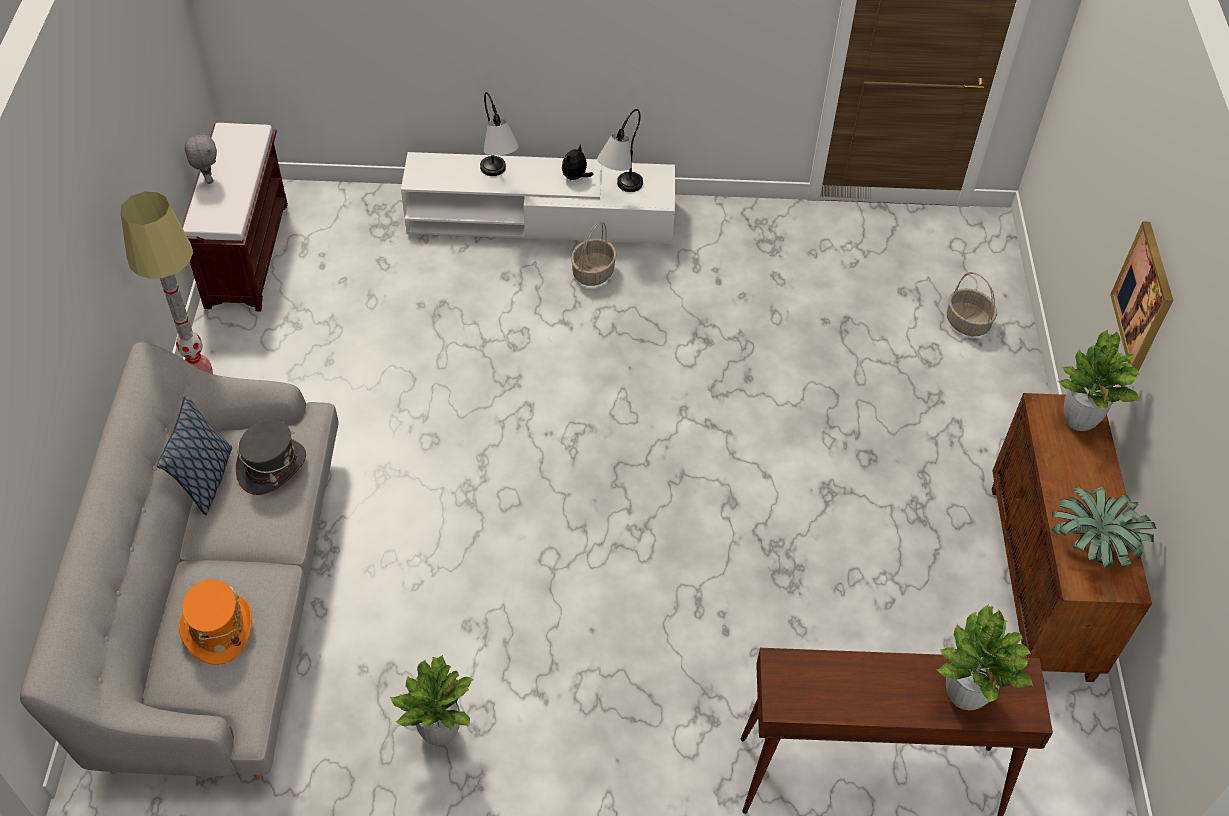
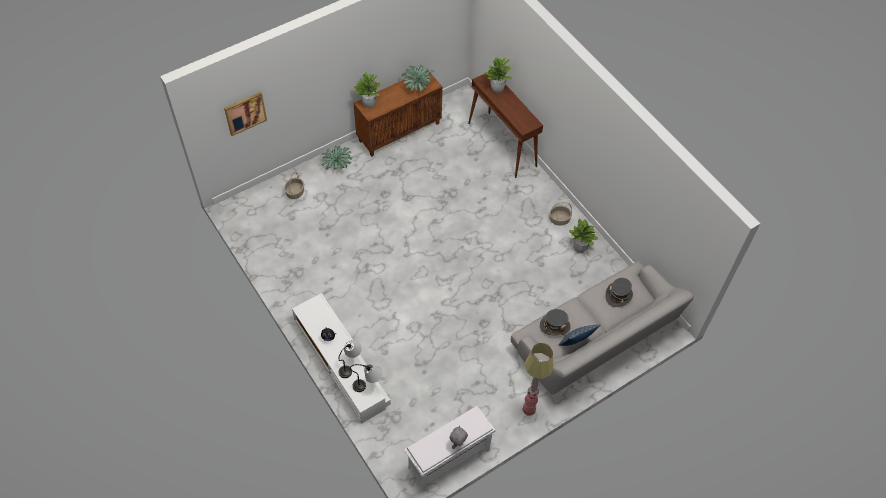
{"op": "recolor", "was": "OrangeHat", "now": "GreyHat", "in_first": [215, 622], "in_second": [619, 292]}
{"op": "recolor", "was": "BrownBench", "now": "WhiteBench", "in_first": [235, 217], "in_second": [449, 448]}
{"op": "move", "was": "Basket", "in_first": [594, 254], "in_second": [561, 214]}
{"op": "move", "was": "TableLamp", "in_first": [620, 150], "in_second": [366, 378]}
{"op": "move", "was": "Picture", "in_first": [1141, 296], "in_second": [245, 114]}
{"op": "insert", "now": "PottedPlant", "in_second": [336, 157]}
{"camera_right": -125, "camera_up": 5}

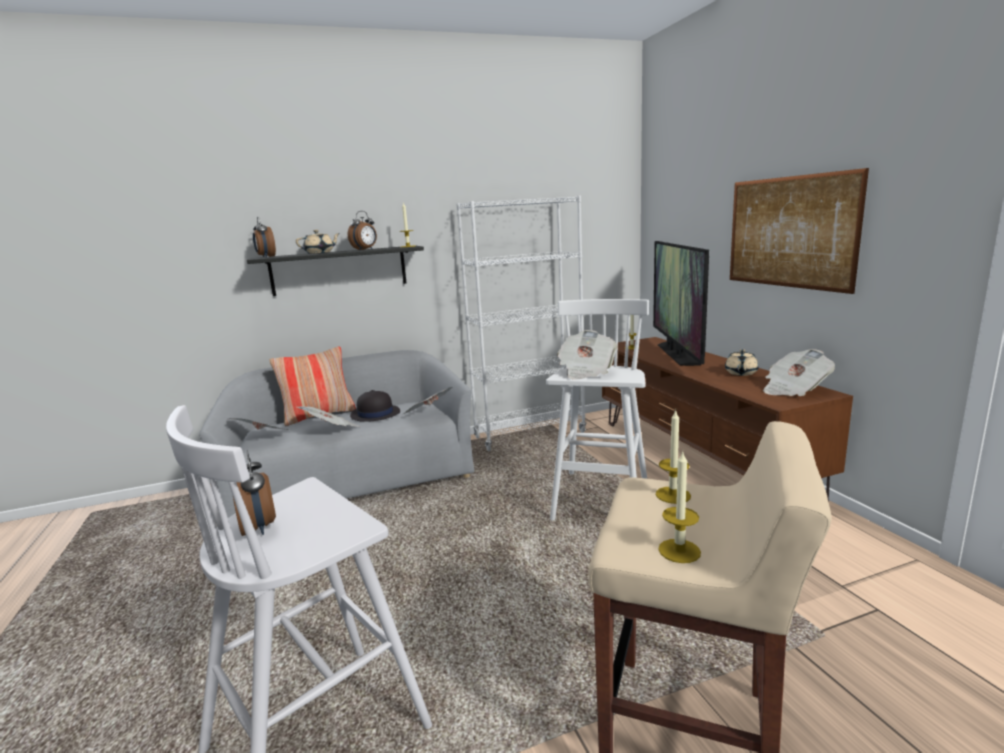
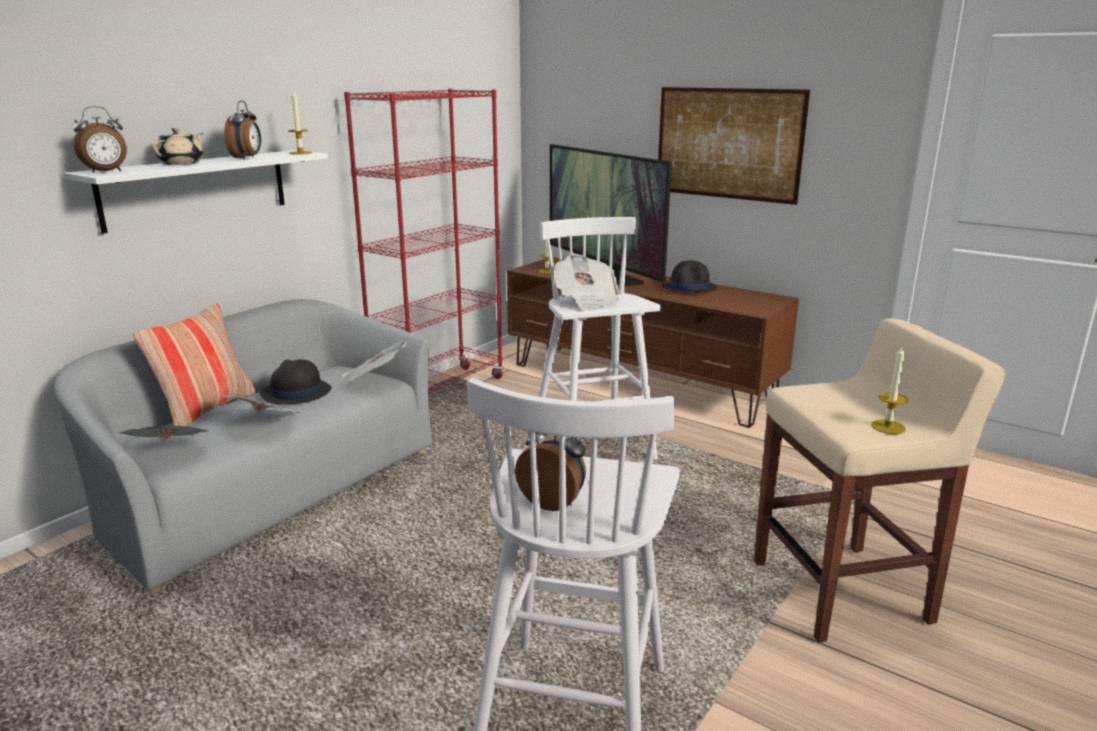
{"op": "recolor", "was": "BlackShelf", "now": "WhiteShelf", "in_first": [335, 271], "in_second": [196, 192]}
{"op": "rotate", "was": "AlarmClock", "in_first": [264, 237], "in_second": [100, 139], "clockwise": -60}
{"op": "recolor", "was": "WhiteBookcase", "now": "RedBookcase", "in_first": [521, 323], "in_second": [424, 241]}
{"op": "delete", "was": "Candle", "in_first": [673, 456]}
{"op": "replace", "was": "BeigeTeapot", "now": "BlackHat", "in_first": [741, 362], "in_second": [689, 277]}
{"op": "delete", "was": "Newspaper", "in_first": [799, 372]}
{"camera_right": -35, "camera_up": 5}

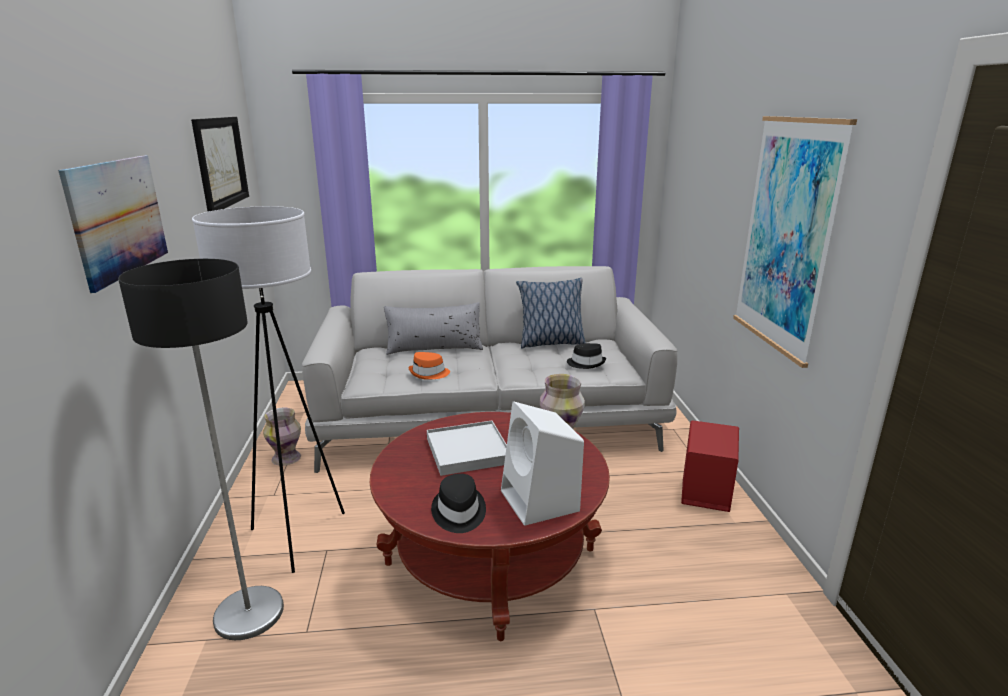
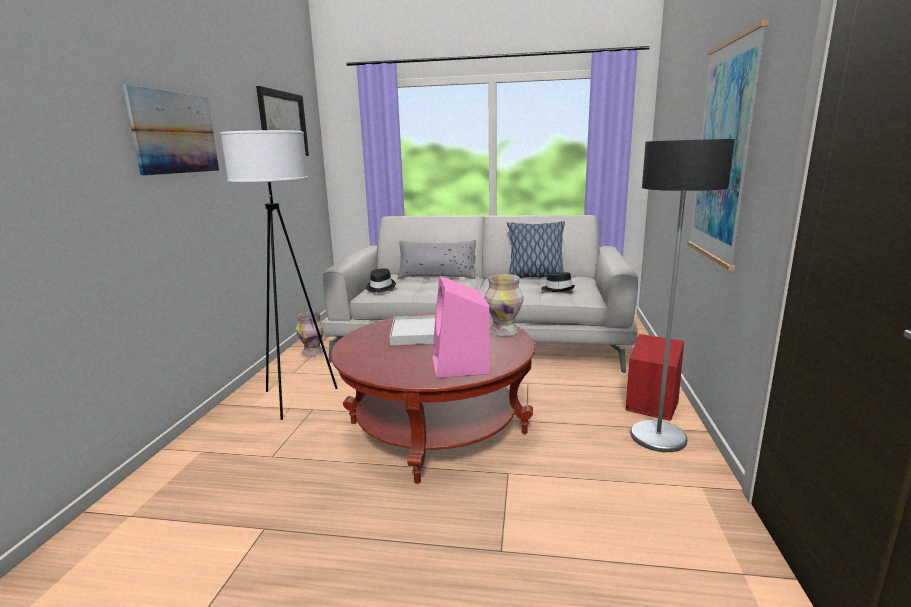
{"op": "move", "was": "FloorLamp", "in_first": [201, 449], "in_second": [682, 295]}
{"op": "delete", "was": "OrangeHat", "in_first": [429, 366]}
{"op": "move", "was": "BlackHat", "in_first": [458, 503], "in_second": [381, 281]}
{"op": "recolor", "was": "WhiteSpeaker", "now": "PinkSpeaker", "in_first": [542, 463], "in_second": [461, 327]}
{"camera_right": 15, "camera_up": -5}

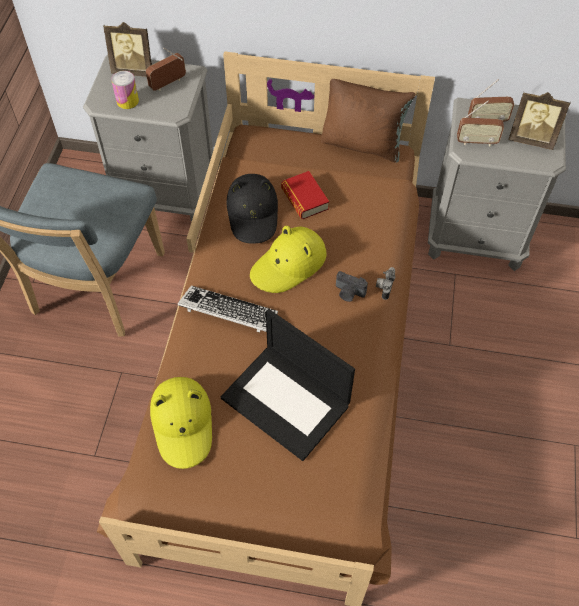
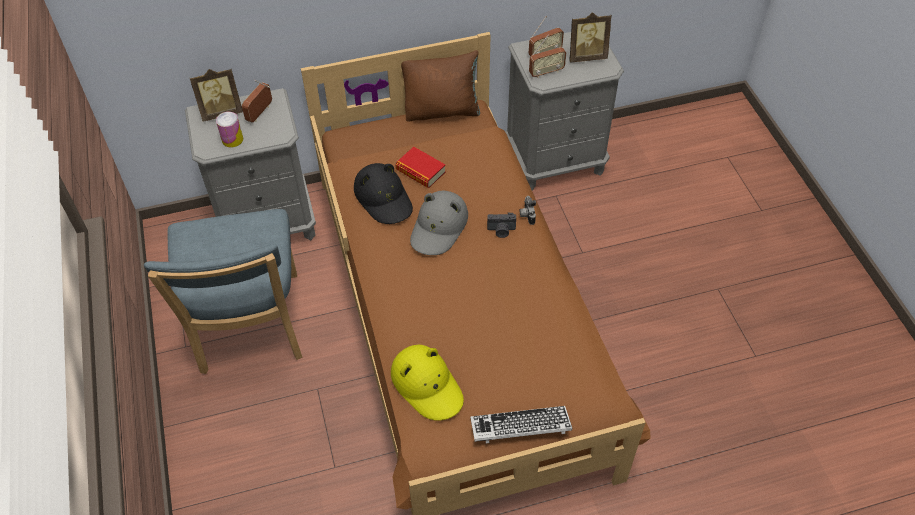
{"op": "move", "was": "Keyboard", "in_first": [228, 309], "in_second": [521, 424]}
{"op": "delete", "was": "Laptop", "in_first": [288, 385]}
{"op": "recolor", "was": "YellowHat", "now": "GreyHat", "in_first": [288, 259], "in_second": [439, 223]}
{"camera_right": -25, "camera_up": -5}

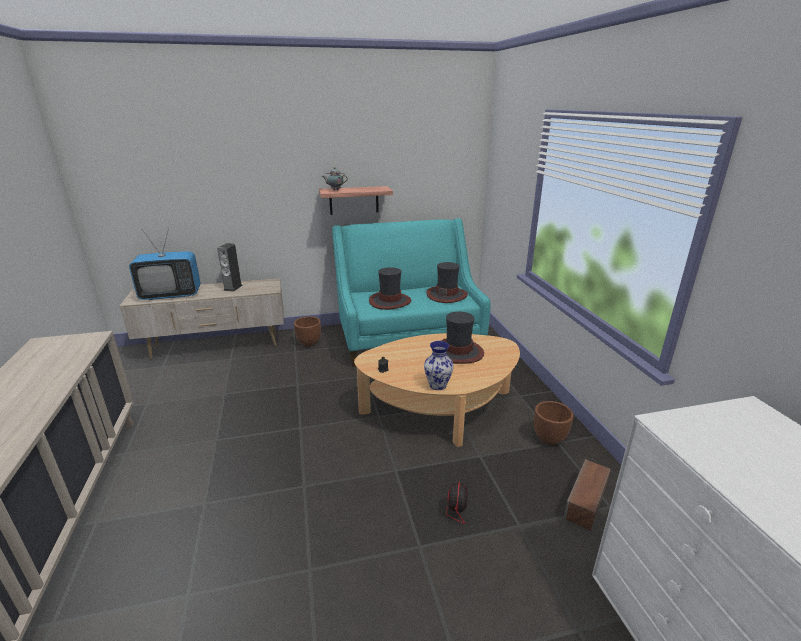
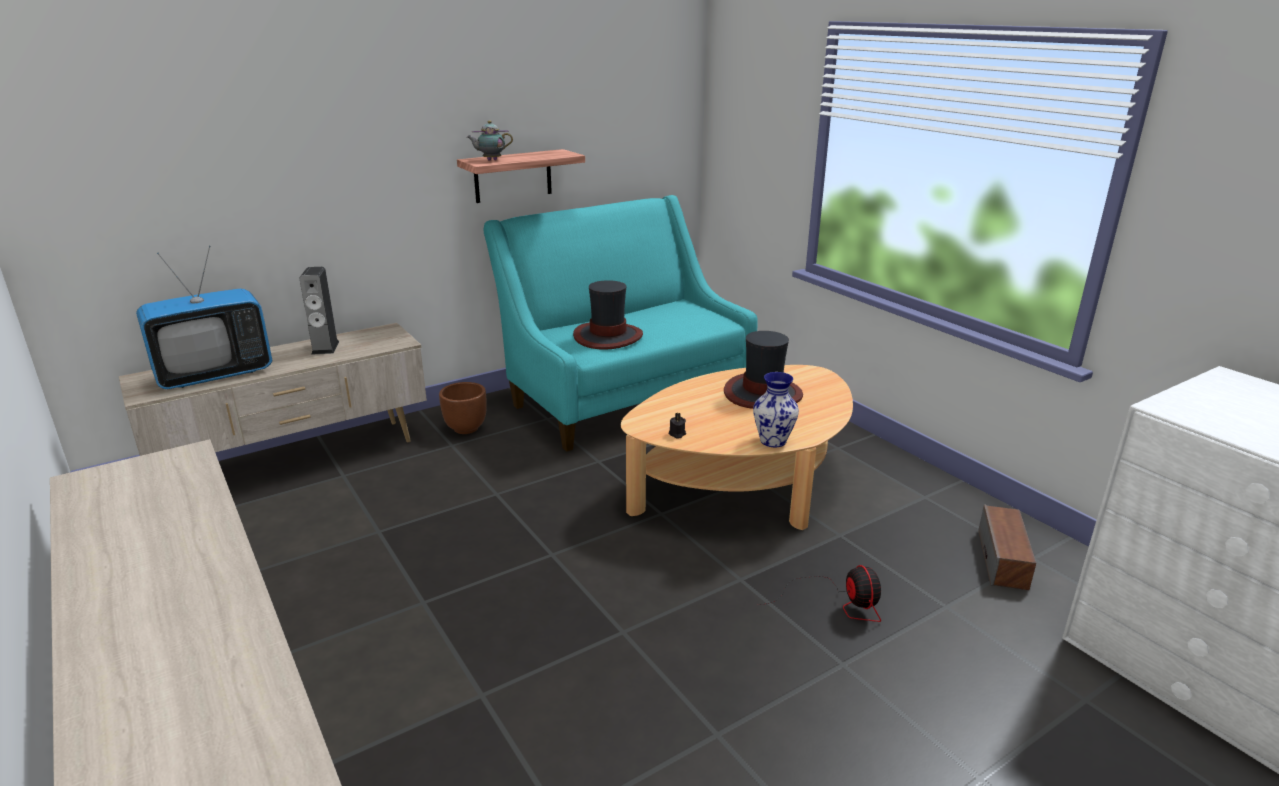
{"op": "delete", "was": "Hat", "in_first": [447, 282]}
{"op": "delete", "was": "BrownPlanter", "in_first": [554, 423]}
{"camera_right": -20, "camera_up": 0}

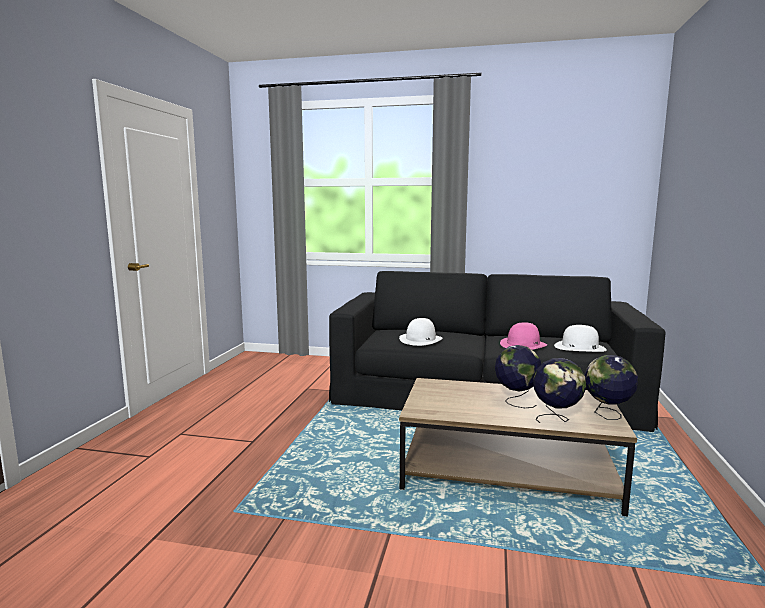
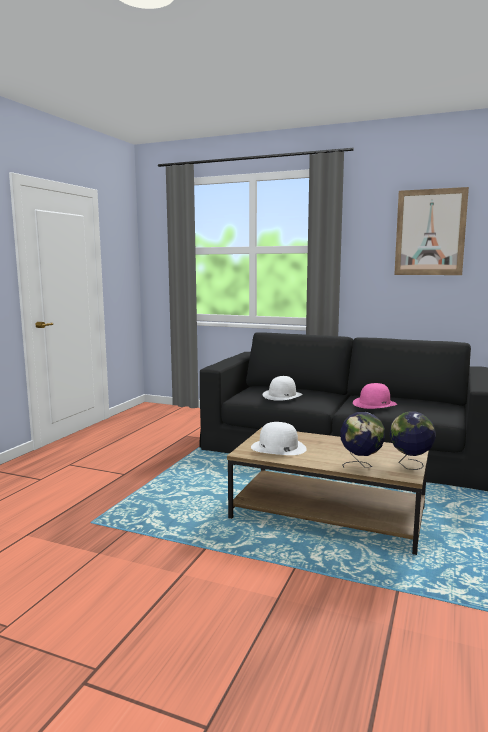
{"op": "delete", "was": "Globe", "in_first": [518, 376]}
{"op": "move", "was": "WhiteHat", "in_first": [580, 338], "in_second": [279, 438]}
{"op": "insert", "now": "Picture", "in_second": [431, 231]}
{"camera_right": 10, "camera_up": 0}

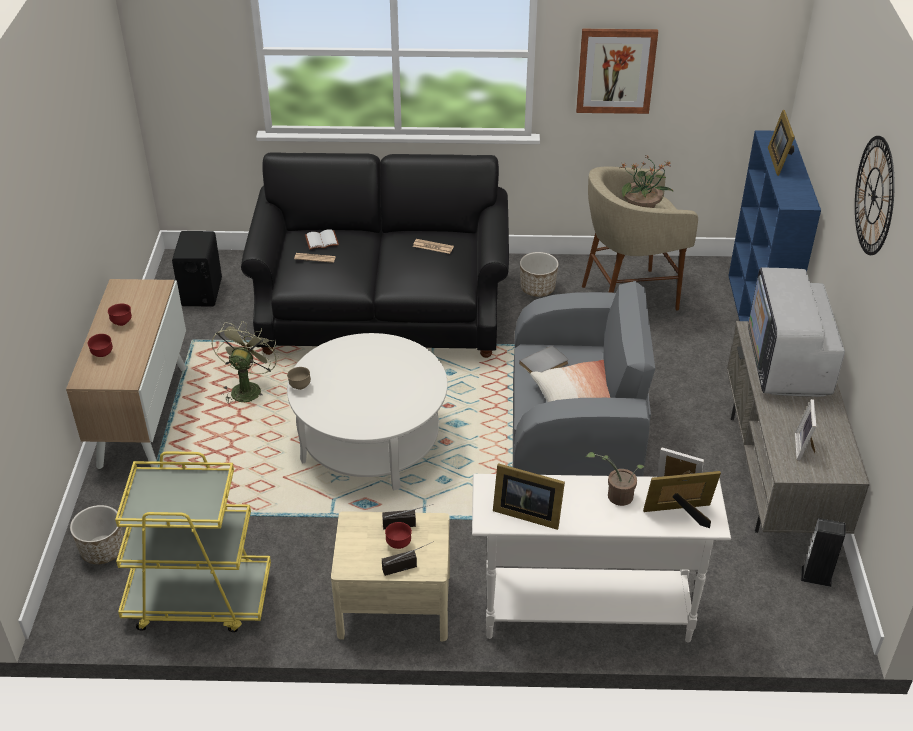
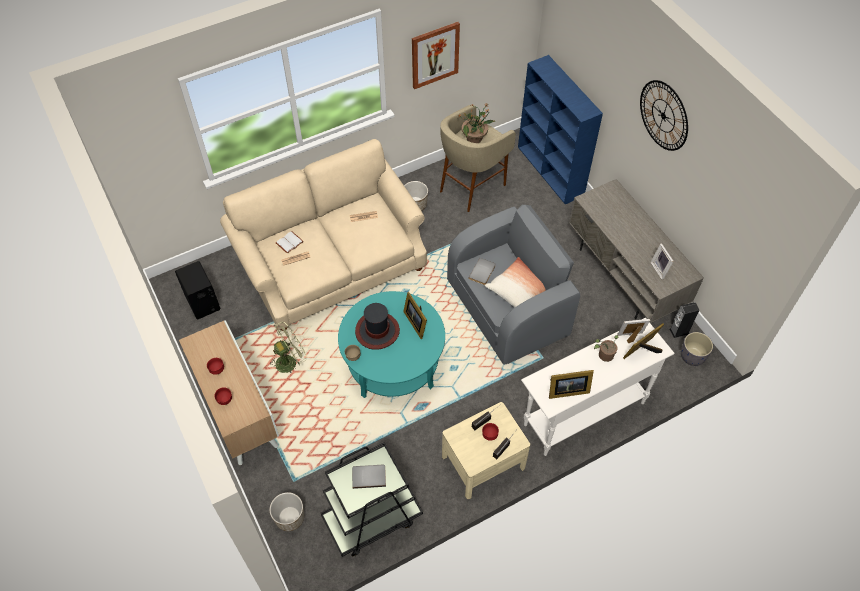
{"op": "recolor", "was": "YellowCart", "now": "BlackCart", "in_first": [193, 541], "in_second": [372, 499]}
{"op": "rotate", "was": "GreenFan", "in_first": [245, 362], "in_second": [288, 347], "clockwise": 75}
{"op": "recolor", "was": "BlackSofa", "now": "BeigeSofa", "in_first": [375, 255], "in_second": [323, 235]}
{"op": "recolor", "was": "WhiteCoffeeTable", "now": "TurquoiseCoffeeTable", "in_first": [367, 411], "in_second": [391, 344]}
{"op": "delete", "was": "Television", "in_first": [796, 332]}
{"op": "move", "was": "PictureFrame", "in_first": [781, 143], "in_second": [415, 315]}
{"op": "insert", "now": "GreyBook", "in_second": [369, 477]}
{"op": "insert", "now": "Hat", "in_second": [377, 326]}
{"op": "insert", "now": "GreyPlanter", "in_second": [697, 349]}
{"camera_right": -30, "camera_up": 15}

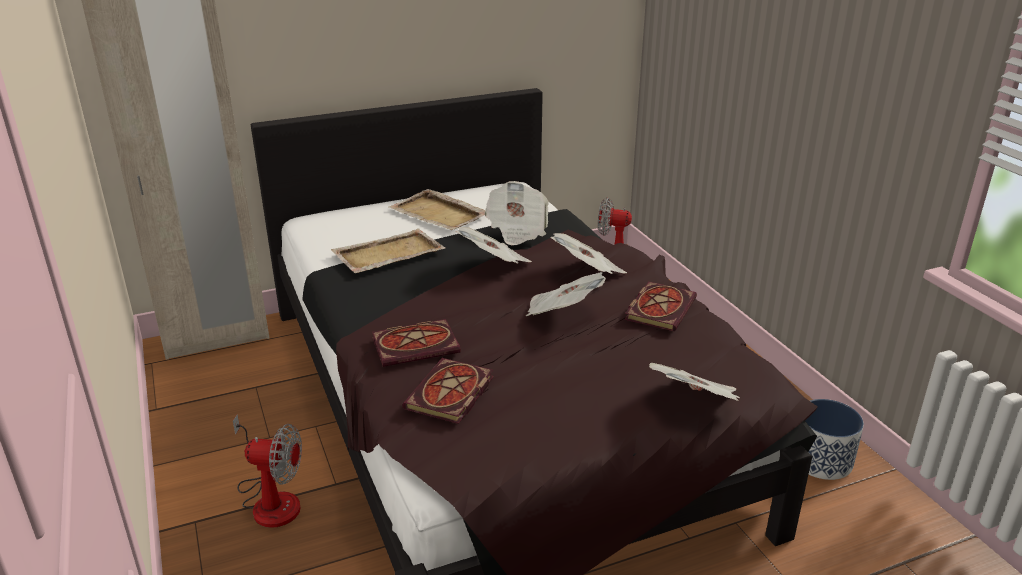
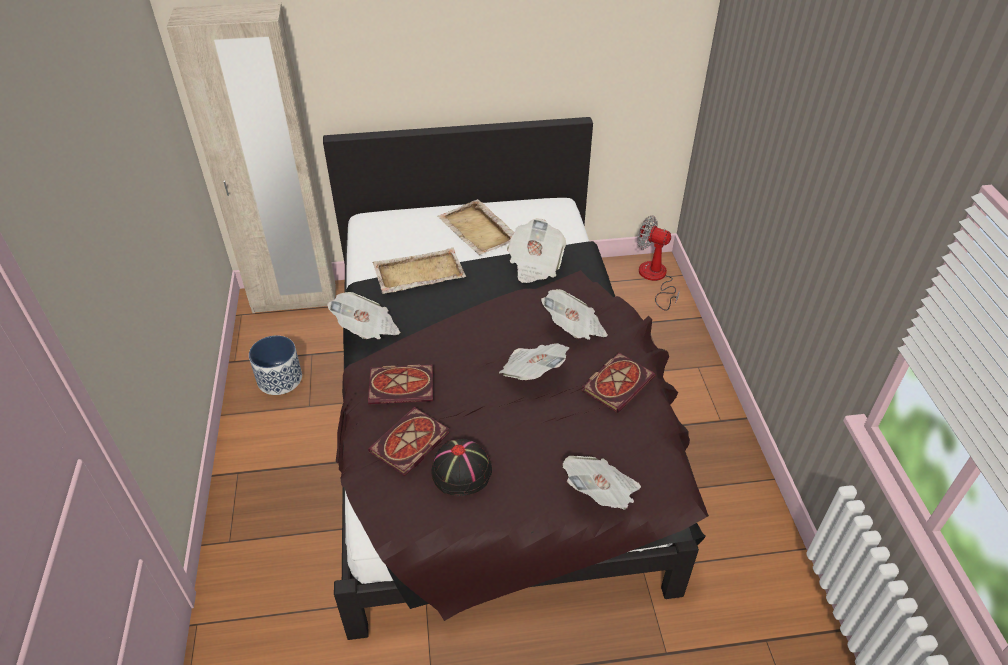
{"op": "delete", "was": "Fan", "in_first": [267, 471]}
{"op": "move", "was": "Newspaper", "in_first": [493, 245], "in_second": [363, 316]}
{"op": "move", "was": "Planter", "in_first": [834, 439], "in_second": [275, 365]}
{"op": "insert", "now": "BlackHat", "in_second": [461, 467]}
{"camera_right": 15, "camera_up": 15}

